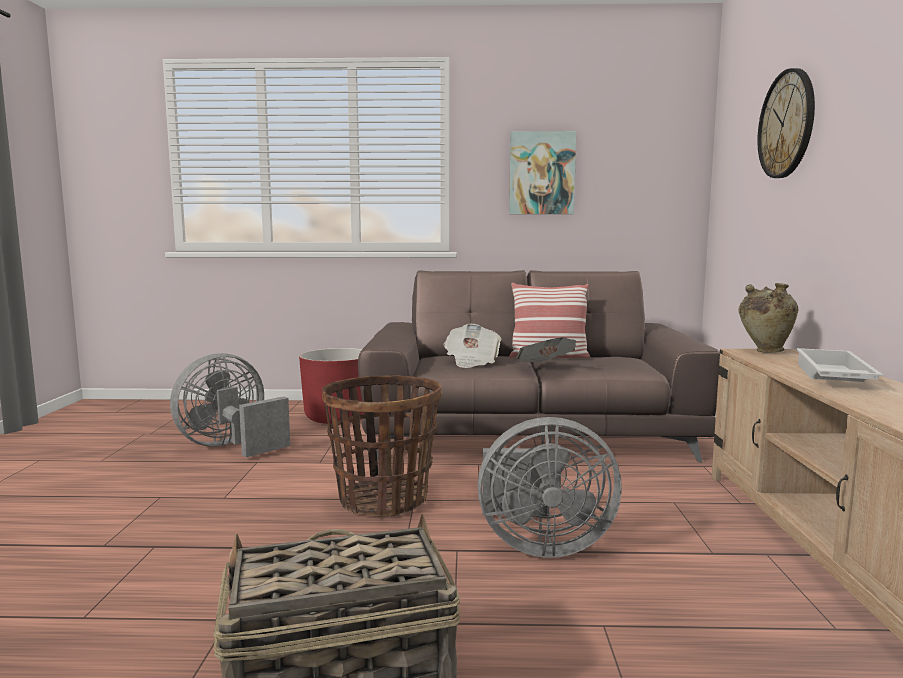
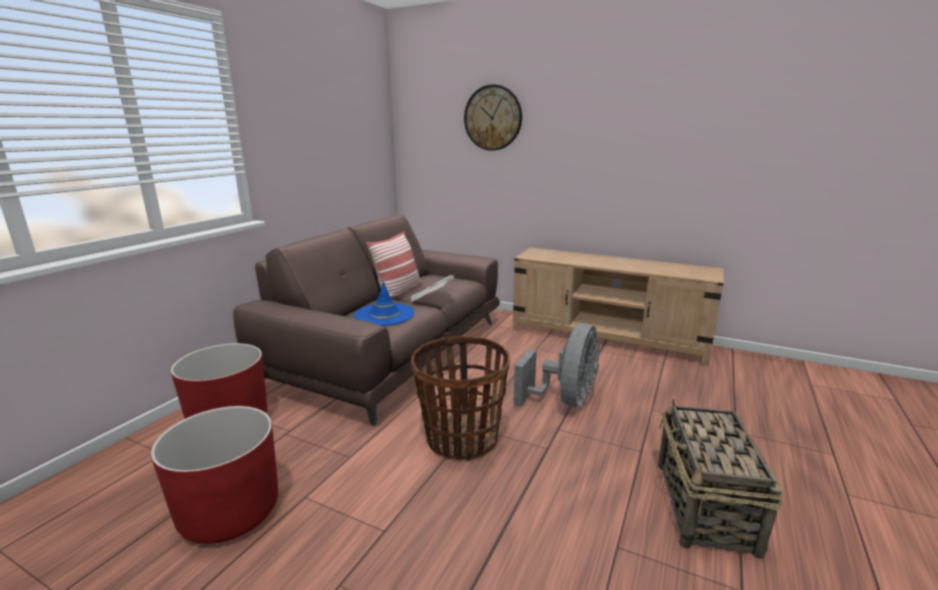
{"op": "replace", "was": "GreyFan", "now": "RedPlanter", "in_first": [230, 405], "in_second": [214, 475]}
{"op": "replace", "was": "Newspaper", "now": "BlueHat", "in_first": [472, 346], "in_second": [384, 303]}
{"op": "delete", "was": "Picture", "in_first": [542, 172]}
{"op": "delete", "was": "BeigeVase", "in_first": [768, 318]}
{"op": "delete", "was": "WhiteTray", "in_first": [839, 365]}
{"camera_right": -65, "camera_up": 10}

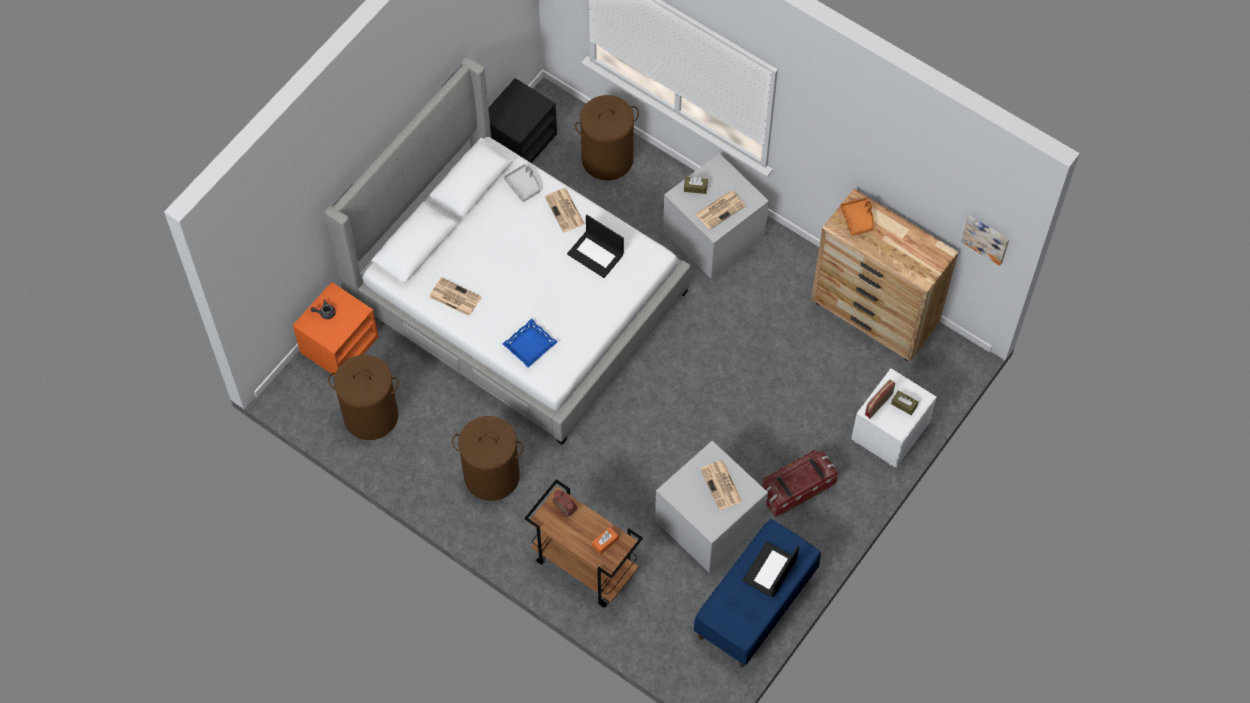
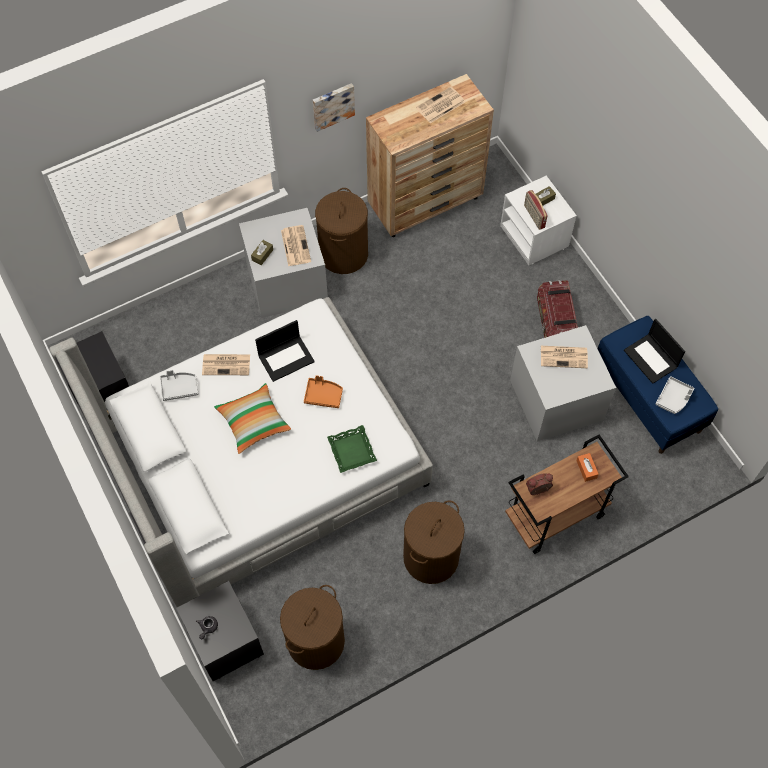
{"op": "recolor", "was": "OrangeNightstand", "now": "BlackNightstand", "in_first": [335, 329], "in_second": [220, 631]}
{"op": "move", "was": "Newspaper", "in_first": [455, 297], "in_second": [440, 105]}
{"op": "recolor", "was": "BlueTray", "now": "GreenTray", "in_first": [530, 343], "in_second": [352, 449]}
{"op": "move", "was": "BrownLaundryBasket", "in_first": [607, 138], "in_second": [341, 231]}
{"op": "move", "was": "OrangeTray", "in_first": [857, 217], "in_second": [323, 391]}
{"op": "move", "was": "Picture", "in_first": [985, 240], "in_second": [334, 107]}
{"op": "insert", "now": "Pillow", "in_second": [252, 418]}
{"op": "insert", "now": "GreyTray", "in_second": [675, 395]}
{"camera_right": -65, "camera_up": 0}

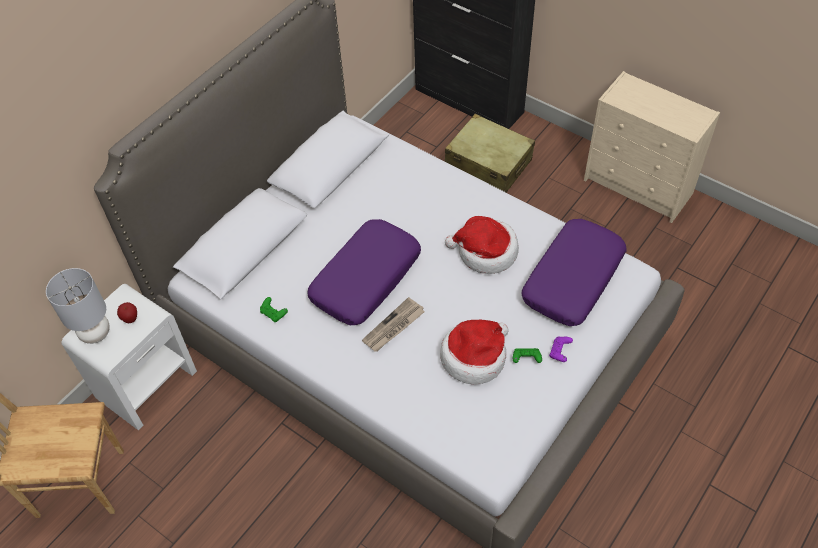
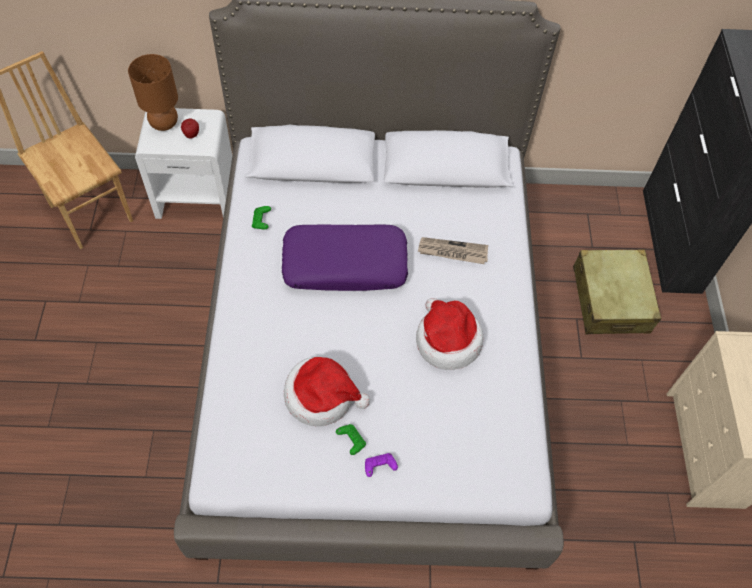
{"op": "recolor", "was": "GreyTableLamp", "now": "BrownTableLamp", "in_first": [78, 306], "in_second": [153, 92]}
{"op": "move", "was": "Newspaper", "in_first": [393, 324], "in_second": [453, 250]}
{"op": "delete", "was": "PurplePillow", "in_first": [574, 272]}
{"camera_right": 50, "camera_up": 5}

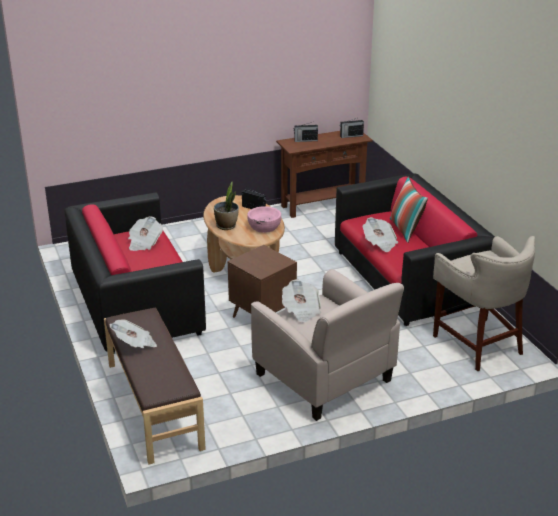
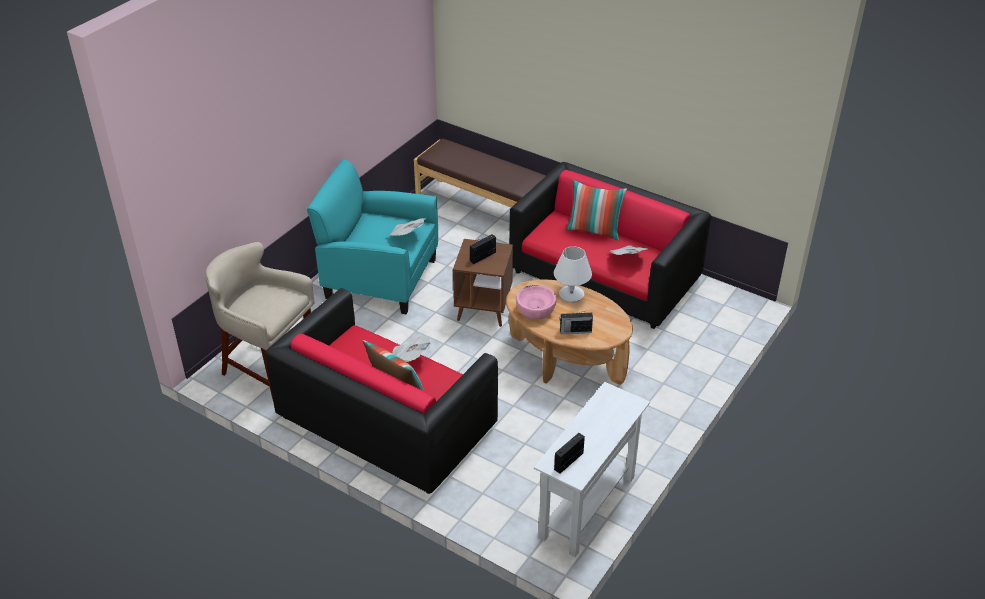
{"op": "delete", "was": "Newspaper", "in_first": [133, 334]}
{"op": "replace", "was": "PottedPlant", "now": "WhiteTableLamp", "in_first": [226, 205], "in_second": [573, 274]}
{"op": "recolor", "was": "BeigeArmchair", "now": "TurquoiseArmchair", "in_first": [327, 345], "in_second": [372, 236]}
{"op": "recolor", "was": "BrownConsoleTable", "now": "WhiteConsoleTable", "in_first": [324, 174], "in_second": [592, 469]}
{"op": "move", "was": "Radio", "in_first": [306, 132], "in_second": [483, 249]}
{"op": "insert", "now": "Pillow", "in_second": [596, 210]}
{"camera_right": 145, "camera_up": 10}

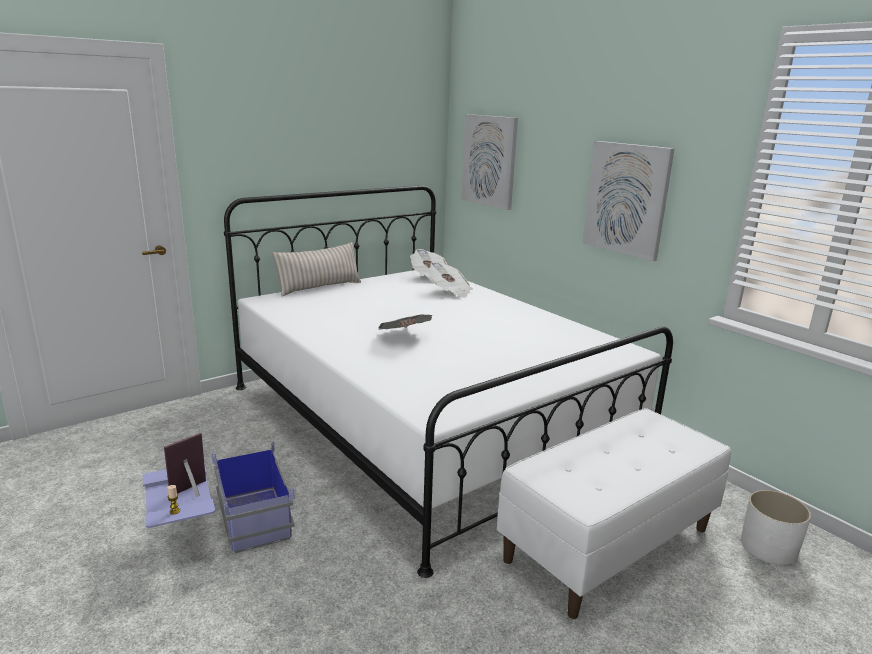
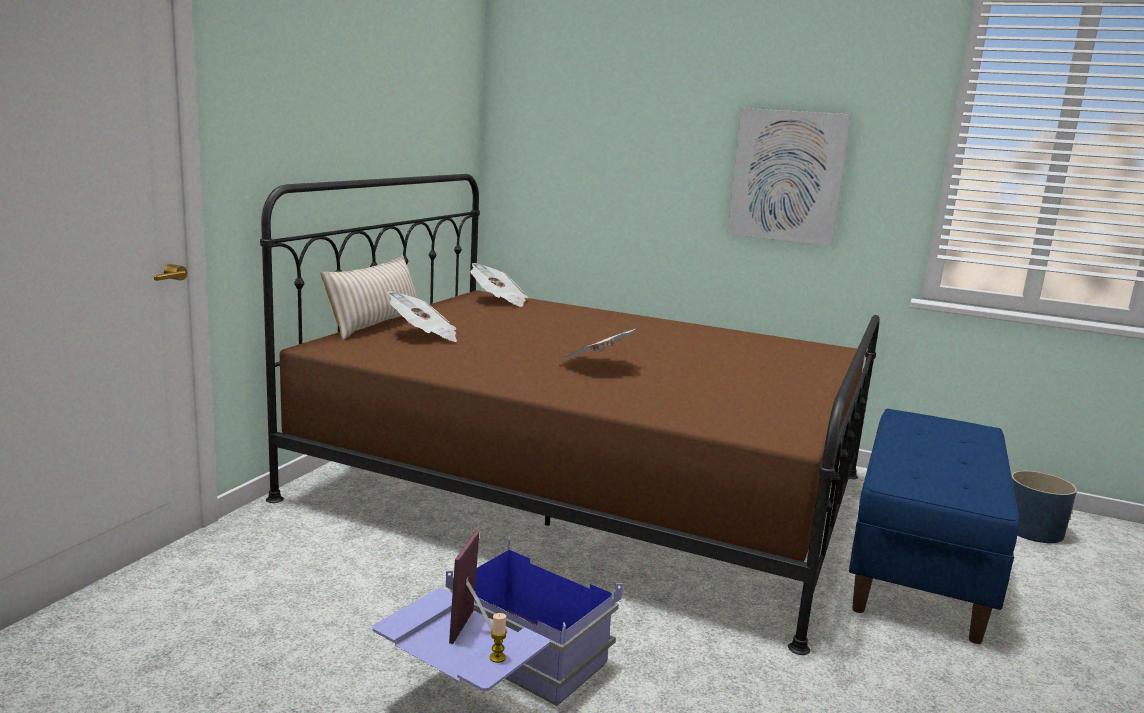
{"op": "recolor", "was": "WhiteBed", "now": "BrownBed", "in_first": [448, 381], "in_second": [570, 414]}
{"op": "move", "was": "Newspaper", "in_first": [450, 280], "in_second": [422, 316]}
{"op": "delete", "was": "Picture", "in_first": [489, 162]}
{"op": "recolor", "was": "WhiteBench", "now": "BlueBench", "in_first": [614, 513], "in_second": [934, 526]}
{"op": "recolor", "was": "WhitePlanter", "now": "BluePlanter", "in_first": [776, 527], "in_second": [1044, 507]}
{"camera_right": -30, "camera_up": -5}

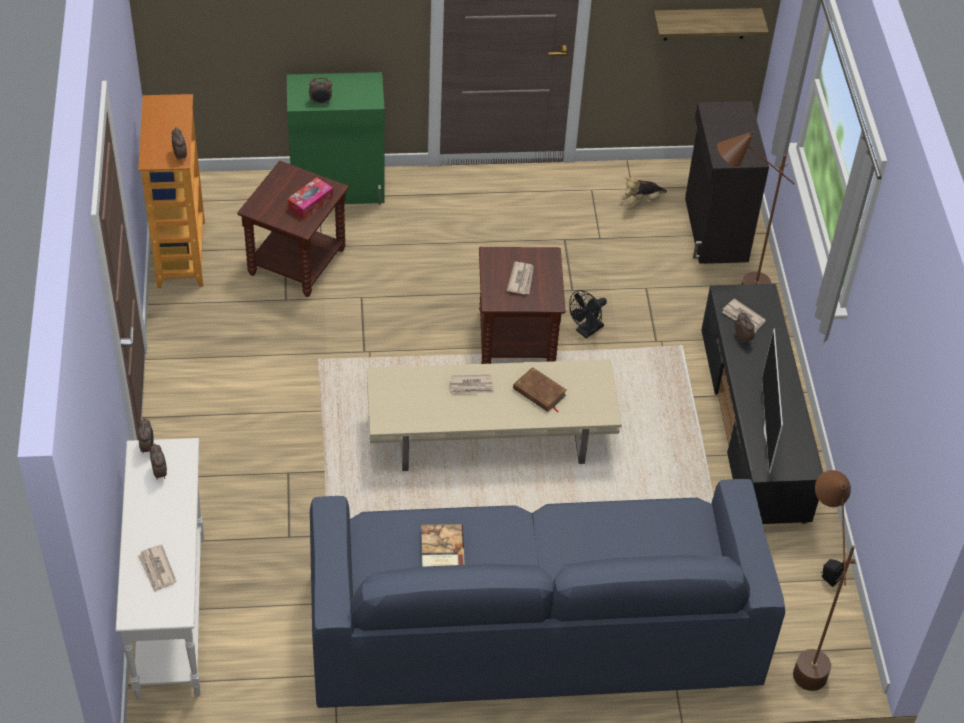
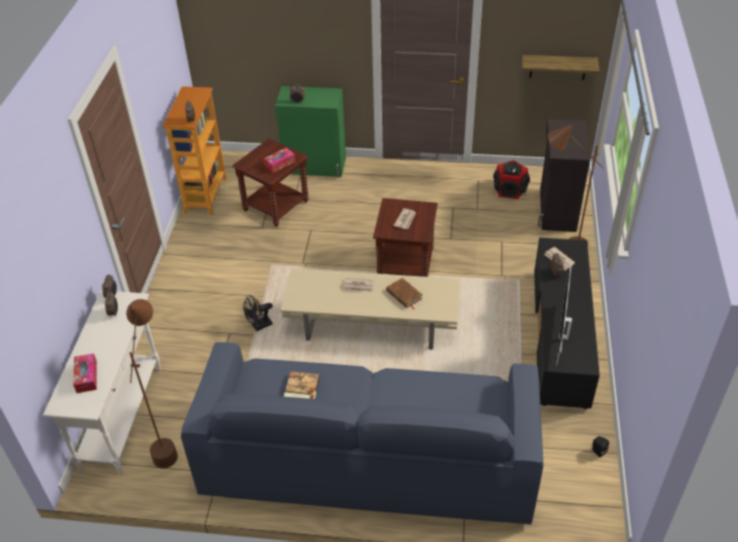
{"op": "replace", "was": "Newspaper", "now": "TissueBox", "in_first": [157, 568], "in_second": [85, 373]}
{"op": "move", "was": "BlackFan", "in_first": [588, 314], "in_second": [258, 313]}
{"op": "replace", "was": "PlushToy", "now": "Speaker", "in_first": [644, 194], "in_second": [511, 179]}
{"op": "move", "was": "BrownFloorLamp", "in_first": [825, 580], "in_second": [152, 383]}
{"camera_right": 15, "camera_up": -5}

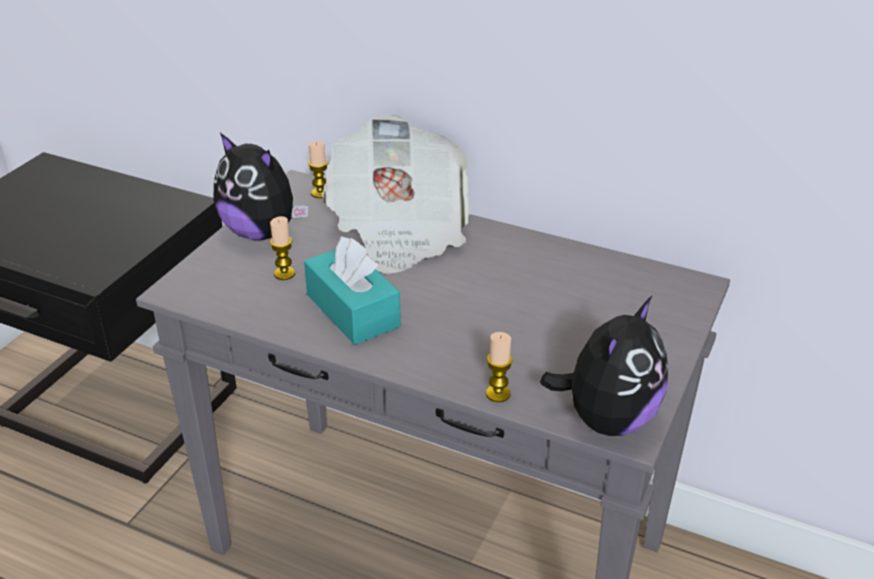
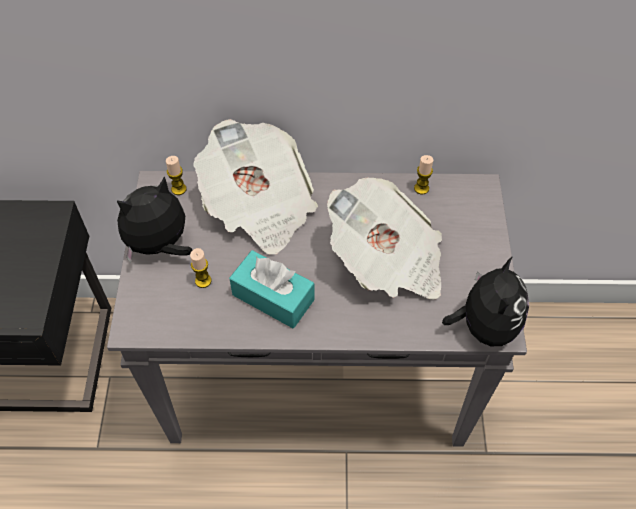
{"op": "rotate", "was": "PlushToy", "in_first": [261, 186], "in_second": [154, 219], "clockwise": 135}
{"op": "move", "was": "Candle", "in_first": [499, 367], "in_second": [423, 175]}
{"op": "insert", "now": "Newspaper", "in_second": [384, 239]}
{"camera_right": -25, "camera_up": 20}

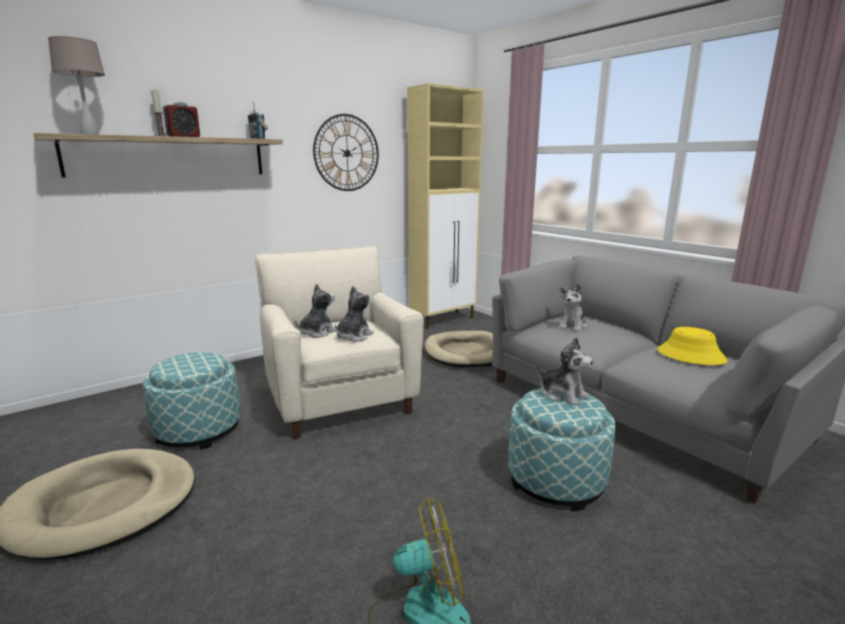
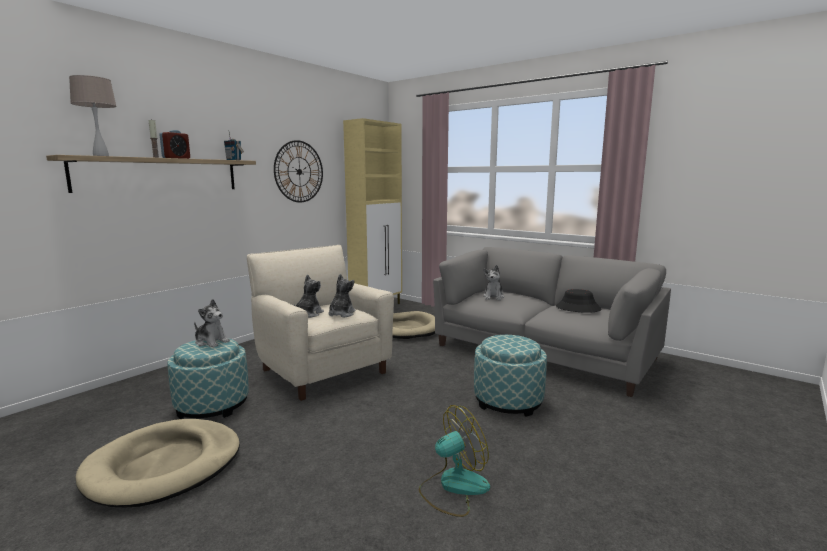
{"op": "move", "was": "PlushToy", "in_first": [564, 371], "in_second": [212, 323]}
{"op": "recolor", "was": "YellowHat", "now": "BlackHat", "in_first": [692, 346], "in_second": [579, 301]}
{"camera_right": -15, "camera_up": -5}

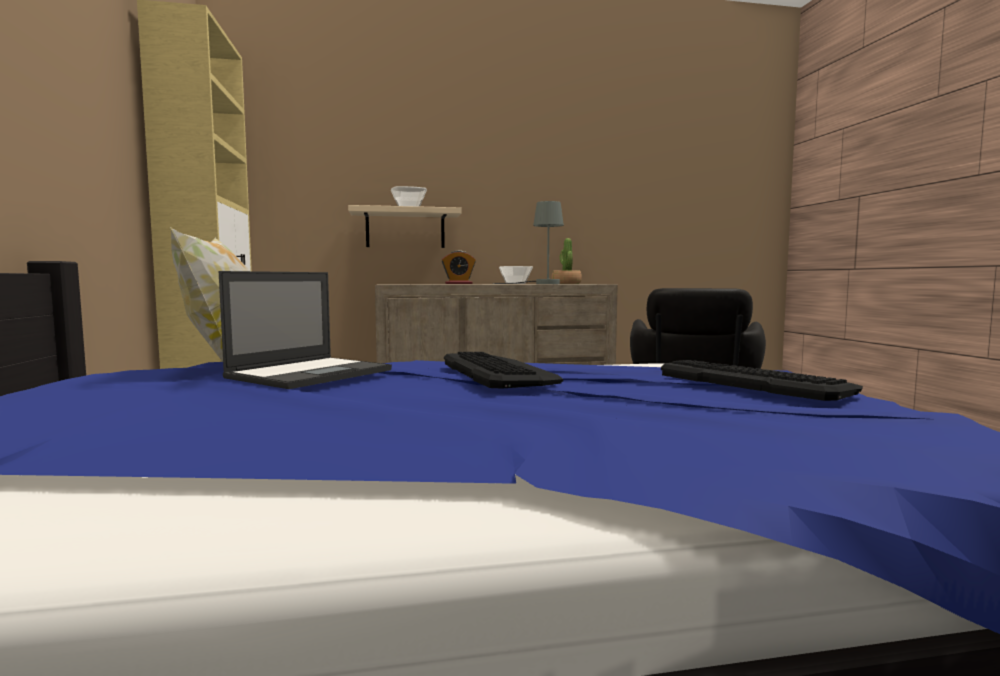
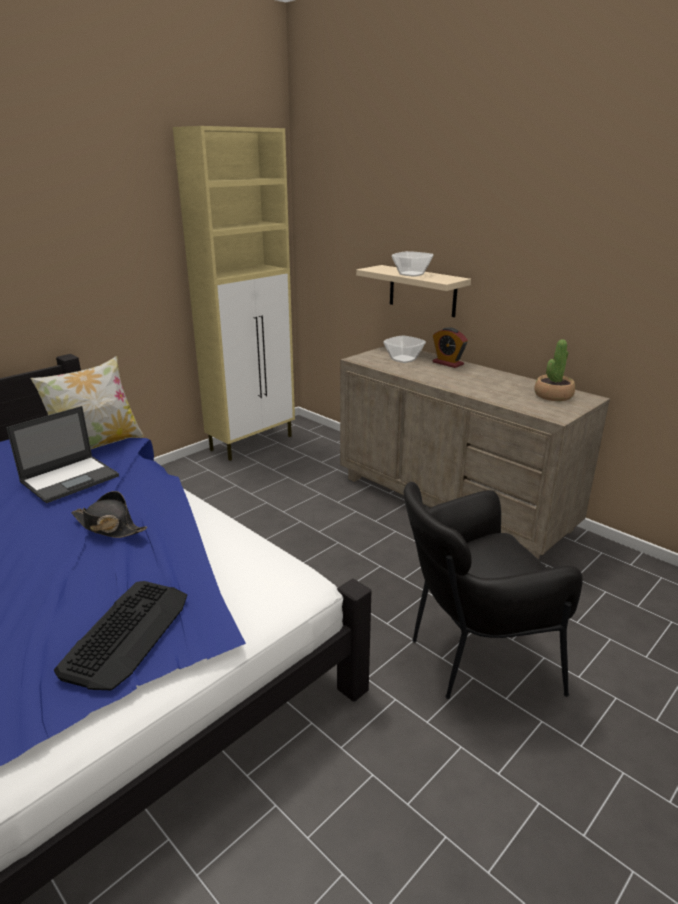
{"op": "rotate", "was": "Laptop", "in_first": [305, 330], "in_second": [62, 454], "clockwise": -45}
{"op": "replace", "was": "Keyboard", "now": "BlackHat", "in_first": [503, 370], "in_second": [109, 514]}
{"op": "delete", "was": "GreyTableLamp", "in_first": [528, 242]}
{"op": "move", "was": "Bowl", "in_first": [516, 275], "in_second": [404, 349]}
{"camera_right": 55, "camera_up": 20}

